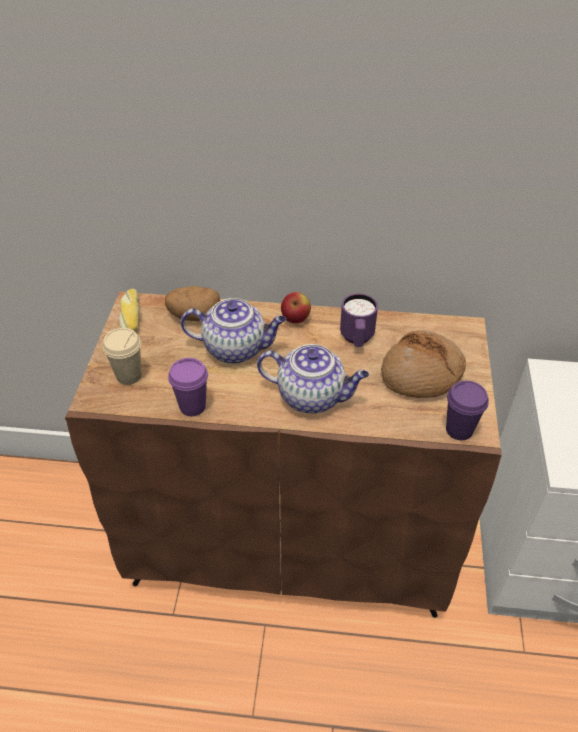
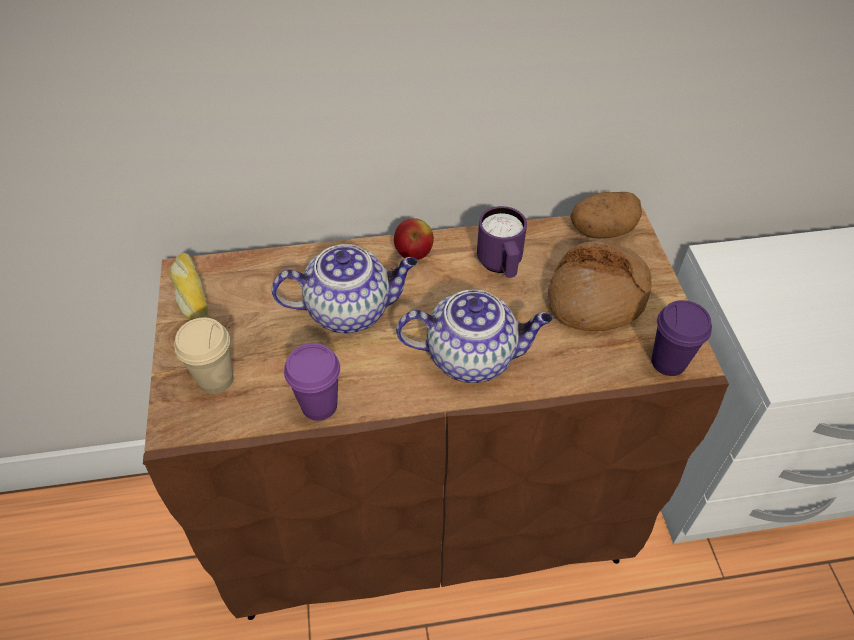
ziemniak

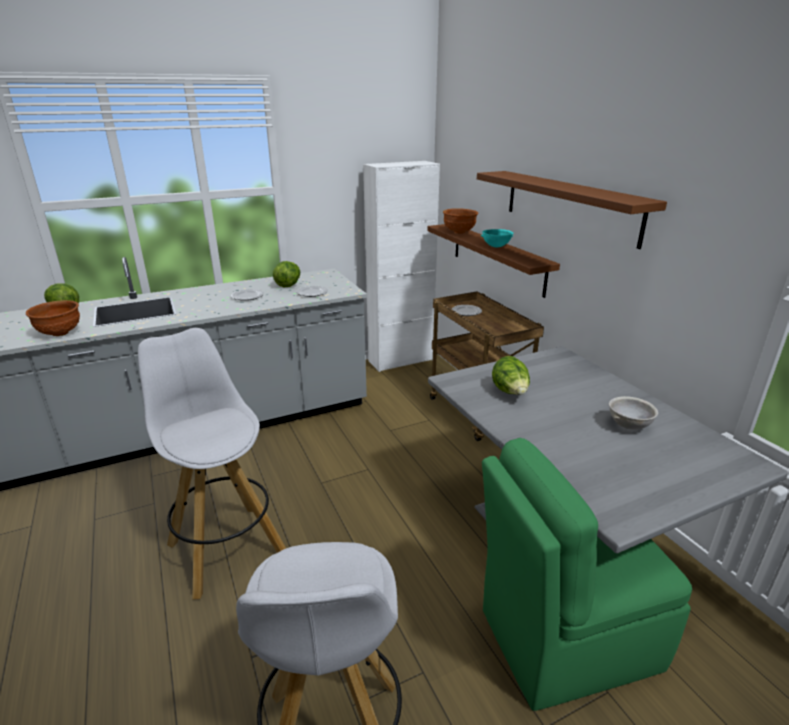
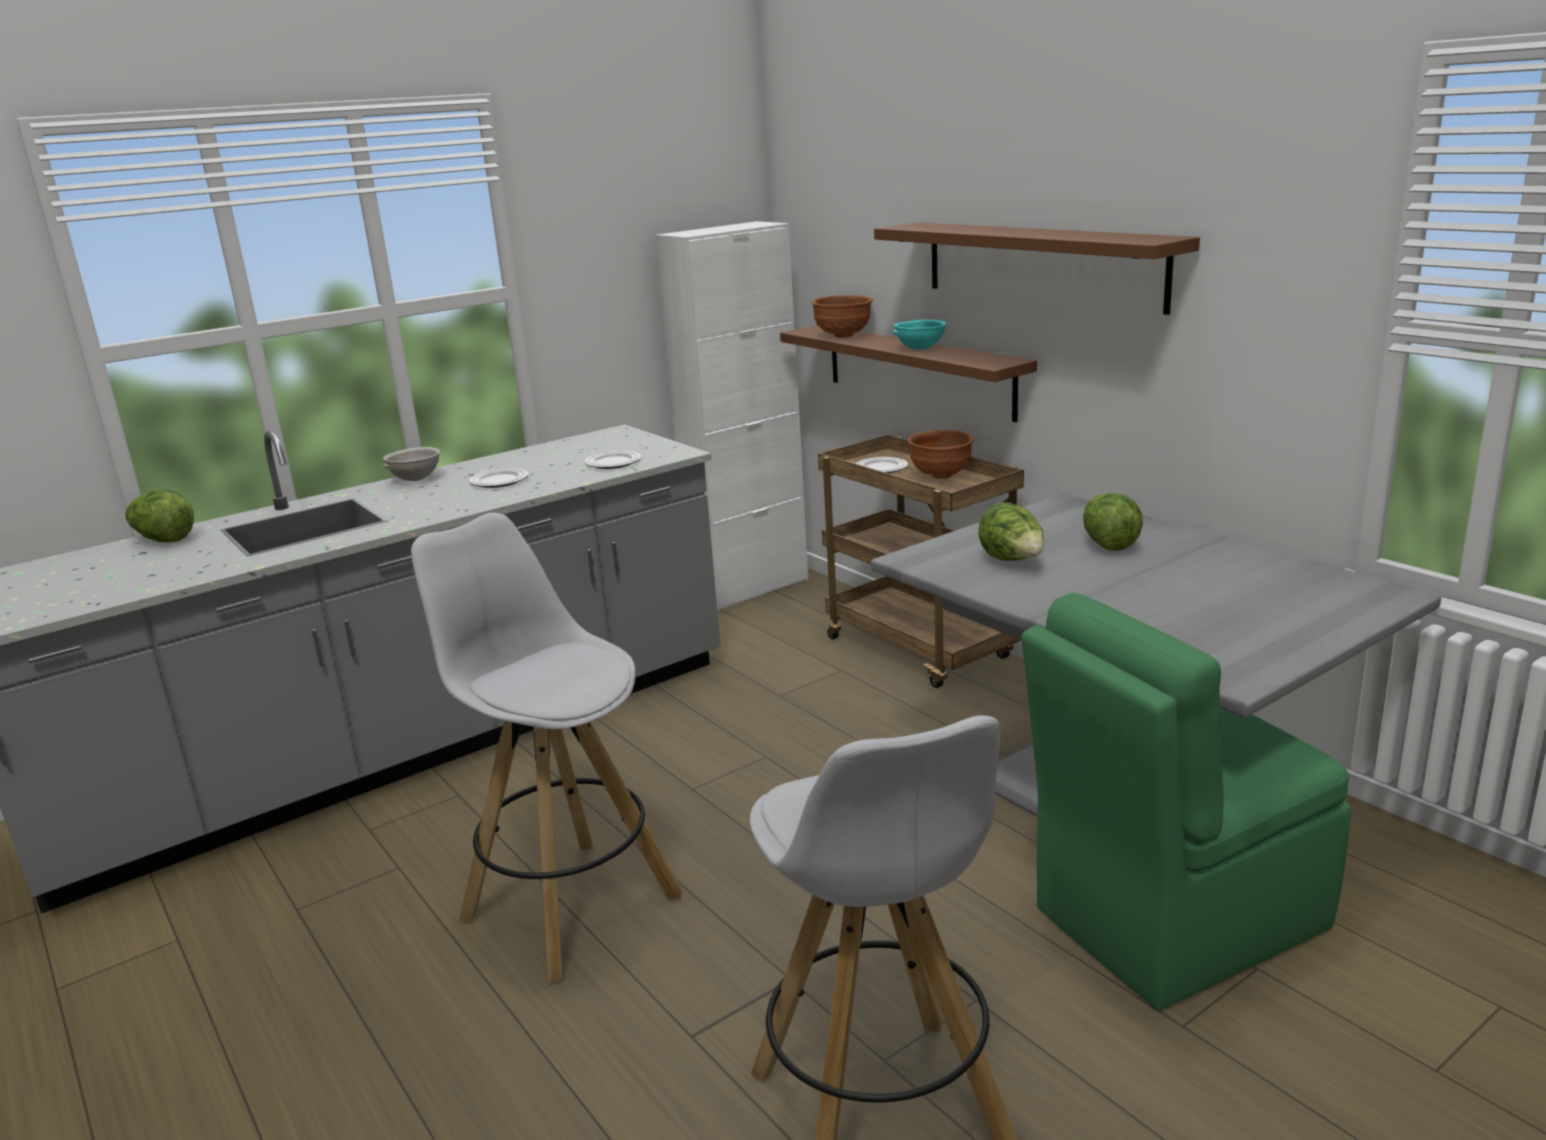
miska (brązowy) (2nd from left); sałata (3rd from left); miska (szary)

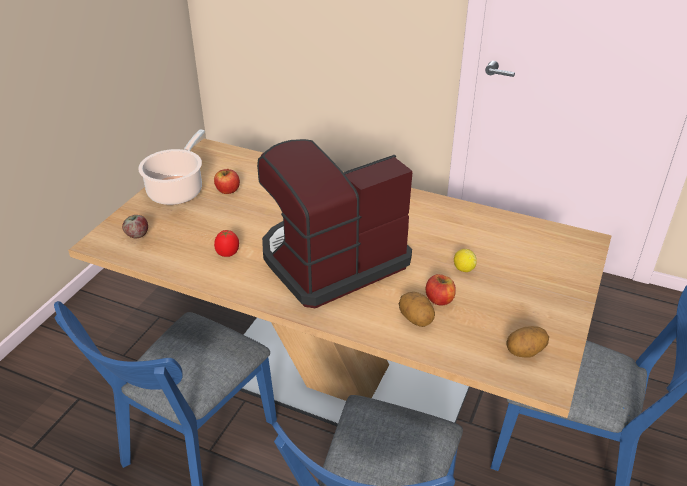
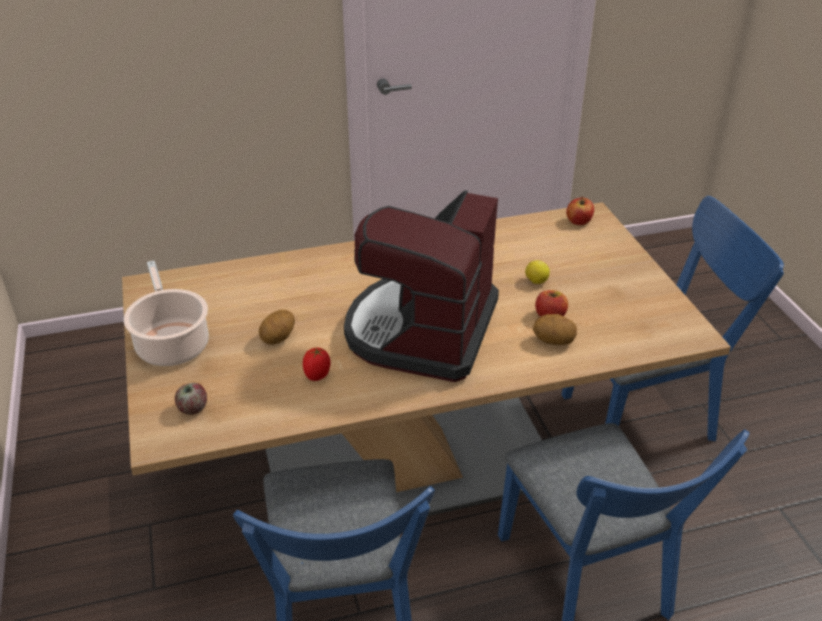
jabłko (3rd from left); ziemniak (1st from left)

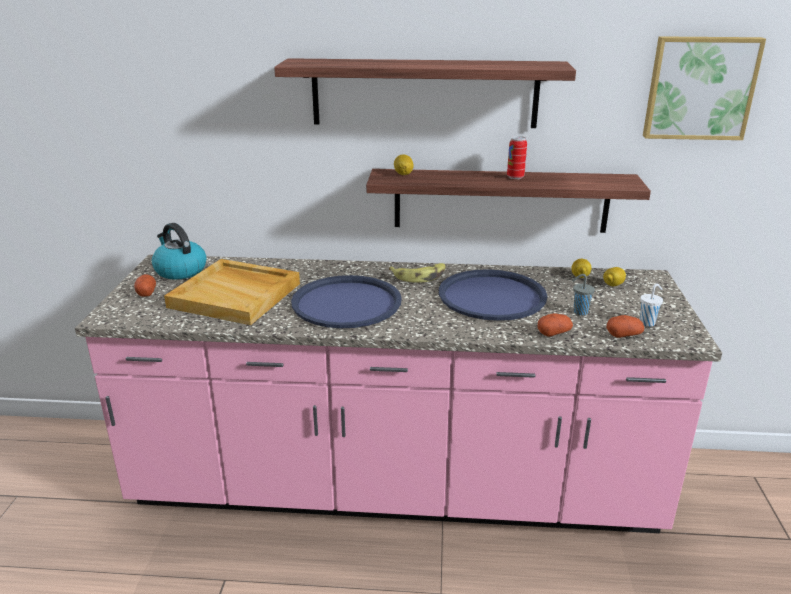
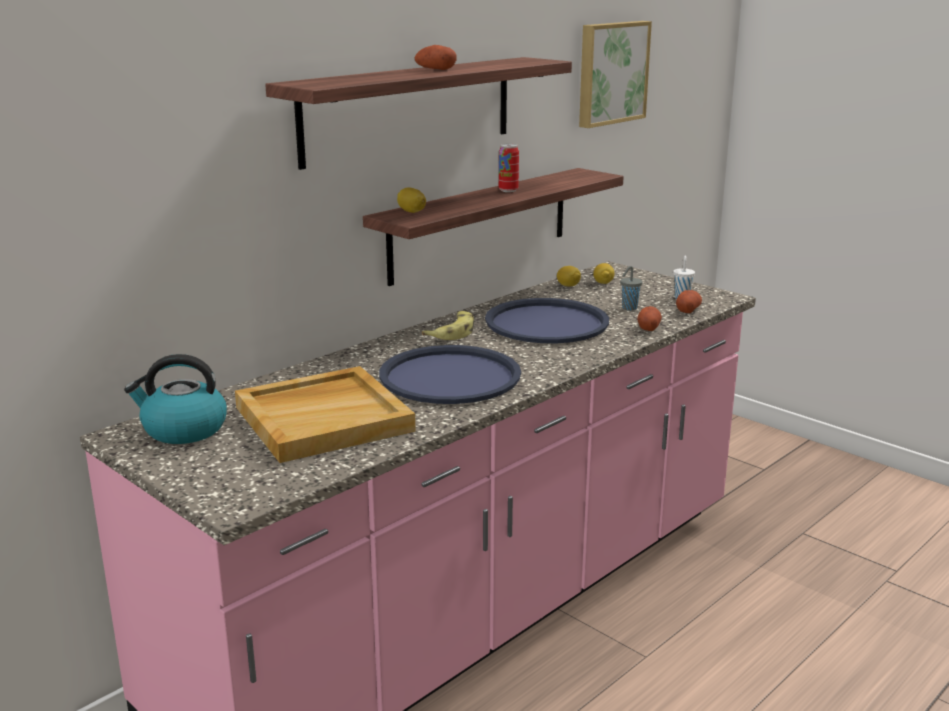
ziemniak (1st from left)

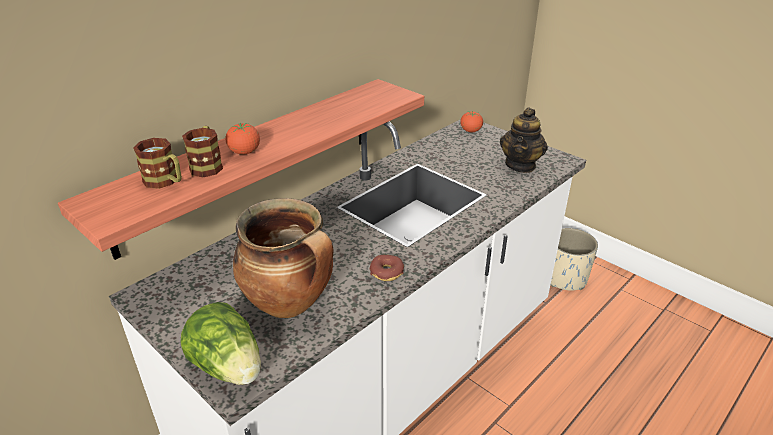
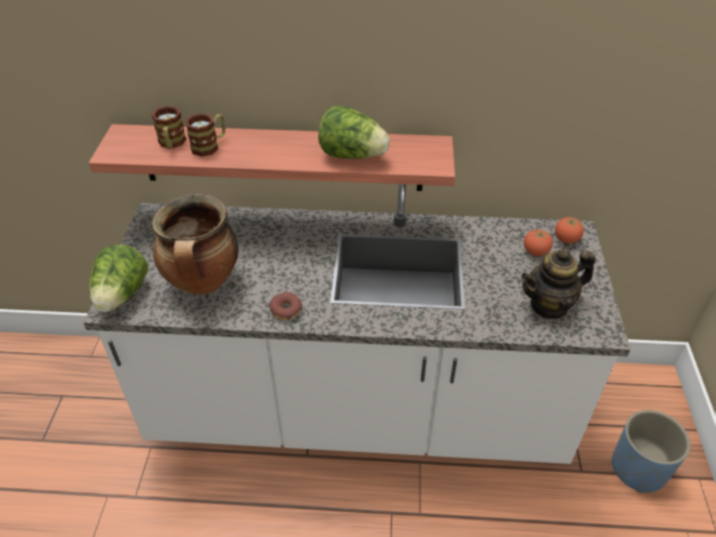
pomidor (1st from left); donica (niebieski); sałata (2nd from left)

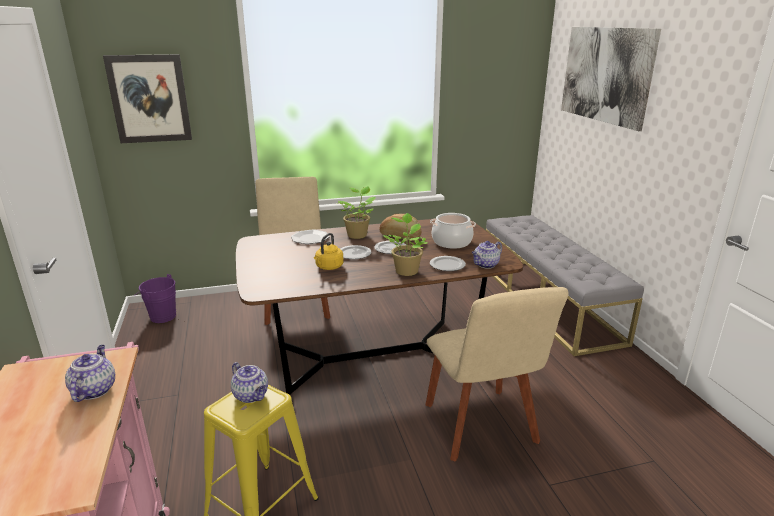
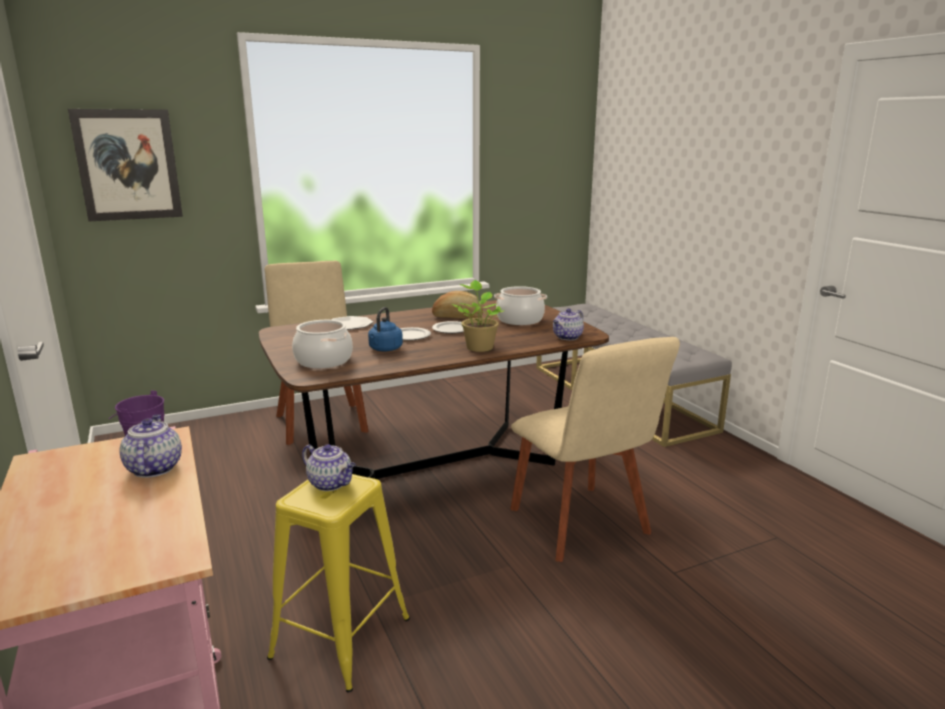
czajnik (niebieski); roślina doniczkowa (1st from left in the first image); talerz (4th from left in the first image); obraz (2nd from left in the first image); garnek (1st from left)

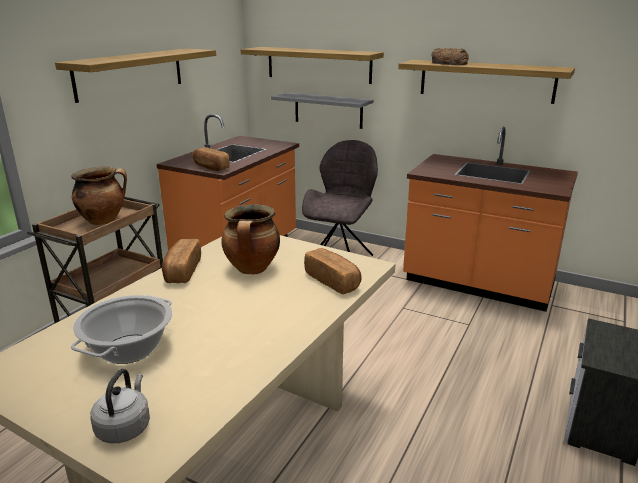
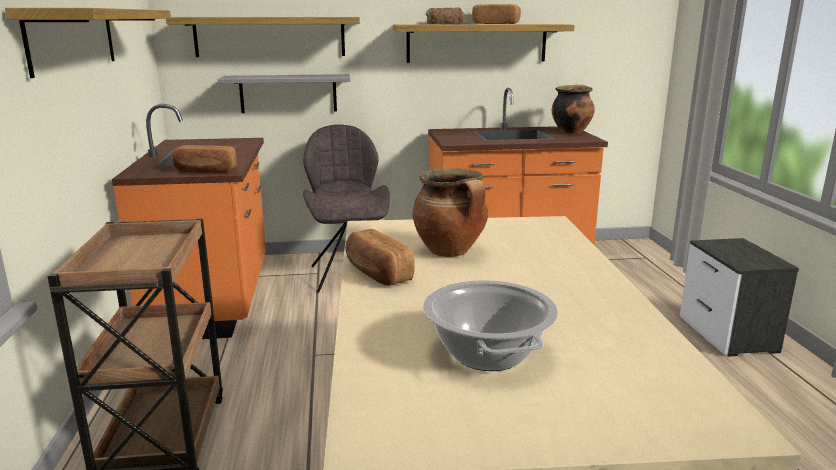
garnek (3rd from left); czajnik (szary); chleb (4th from left)

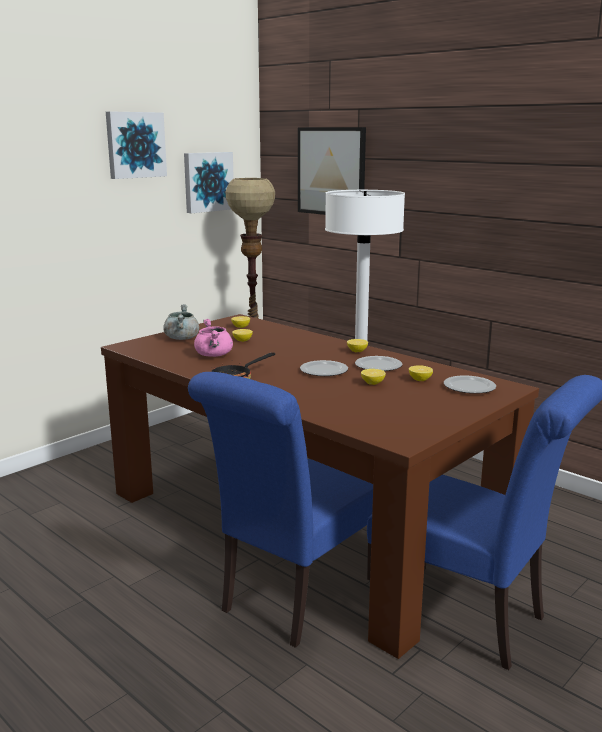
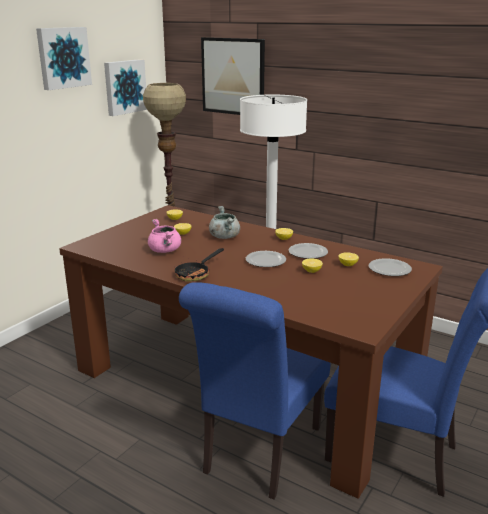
garnek (szary)

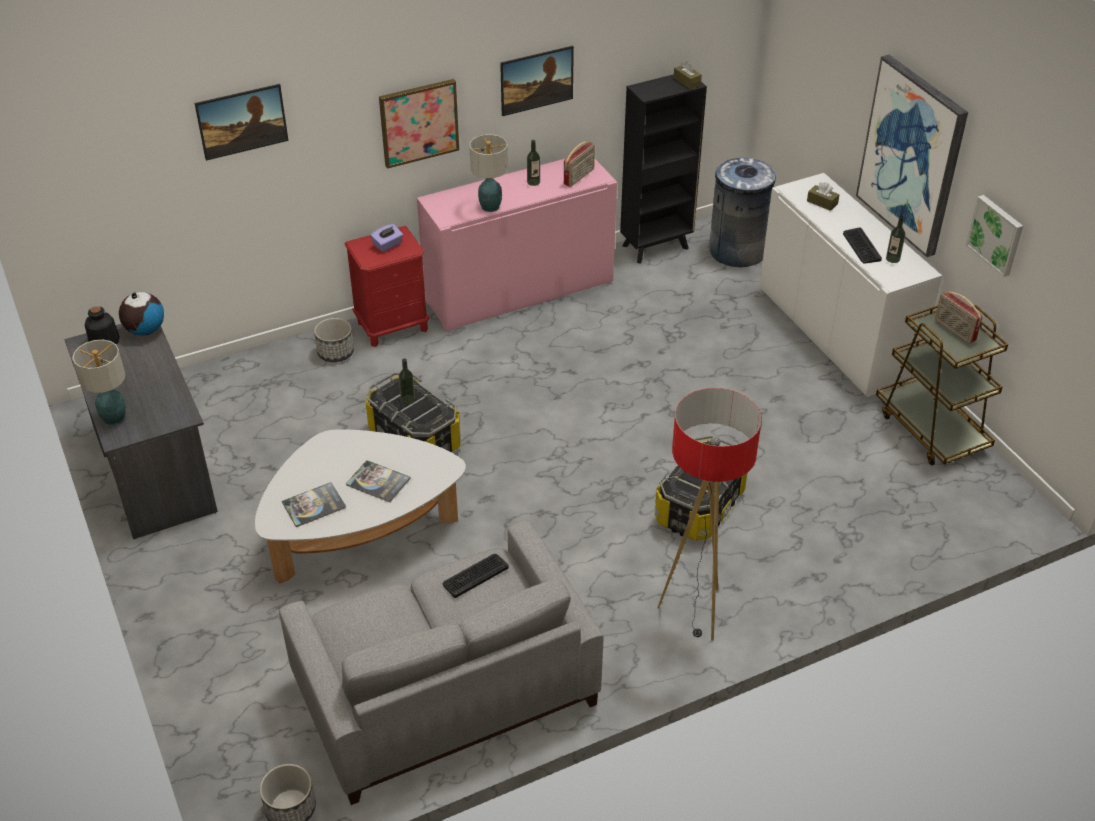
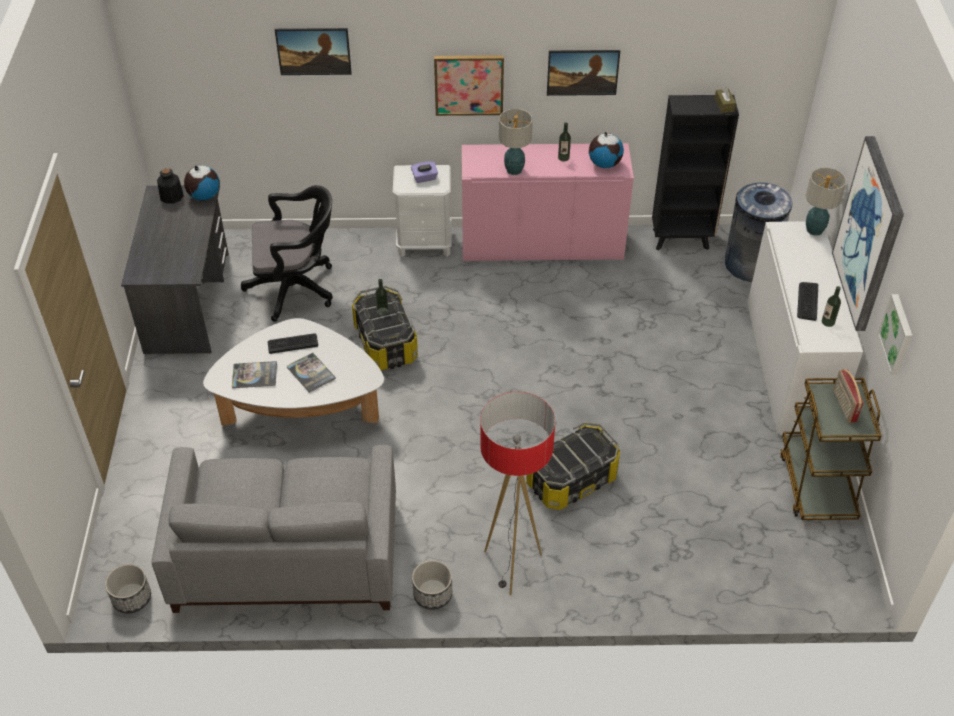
lampa stołowa (2nd from left); donica (2nd from left); szafka nocna (biały); klawiatura (1st from left); globus (2nd from left); pudełko chusteczek (brązowy) (2nd from left in the first image); krzesło biurowe (czarny)

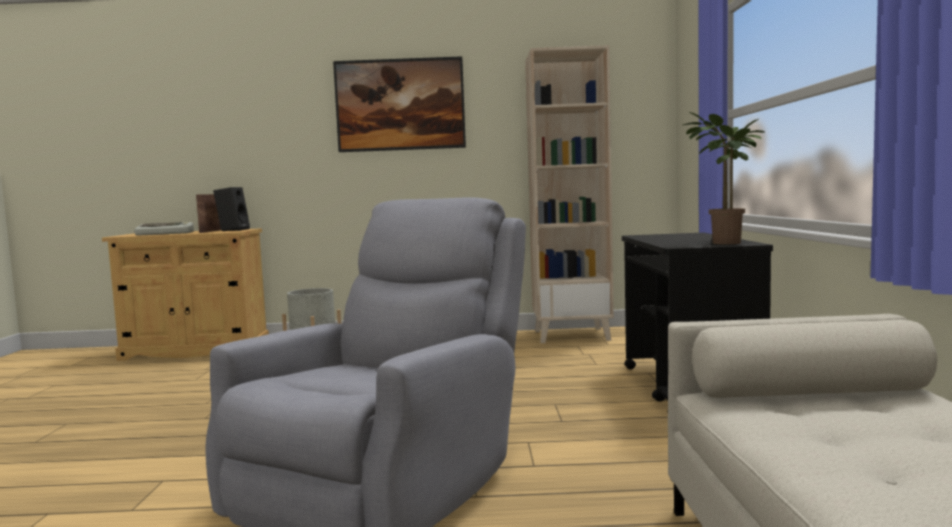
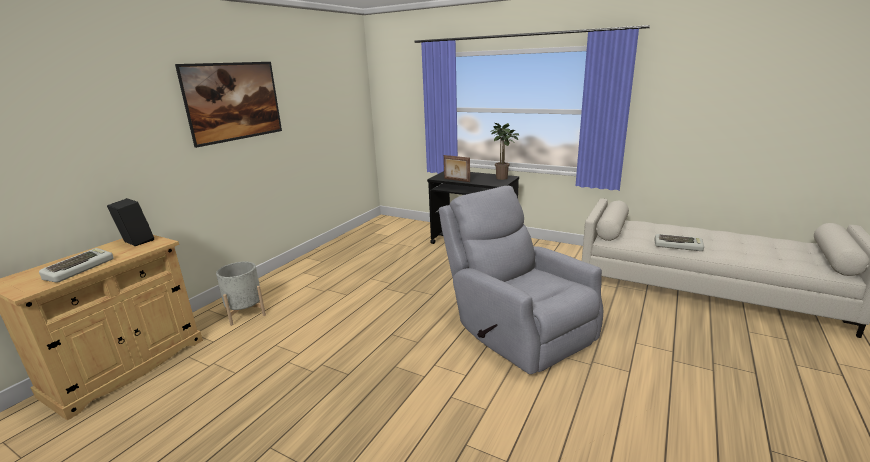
ramka na zdjęcie; regał (beżowy); klawiatura (2nd from left)

